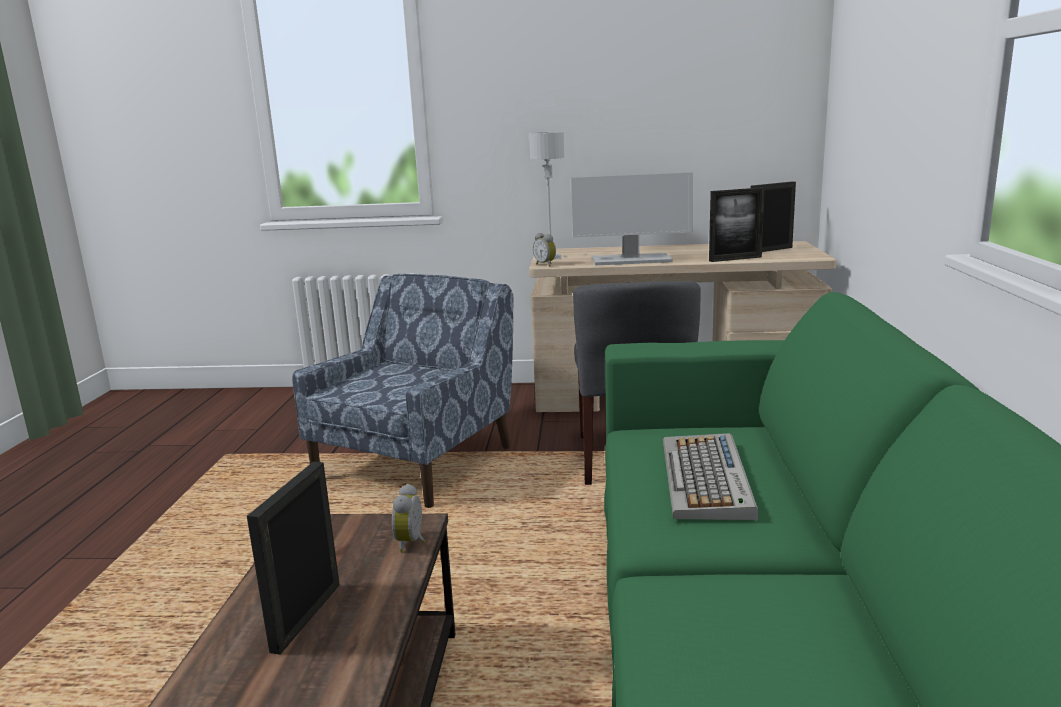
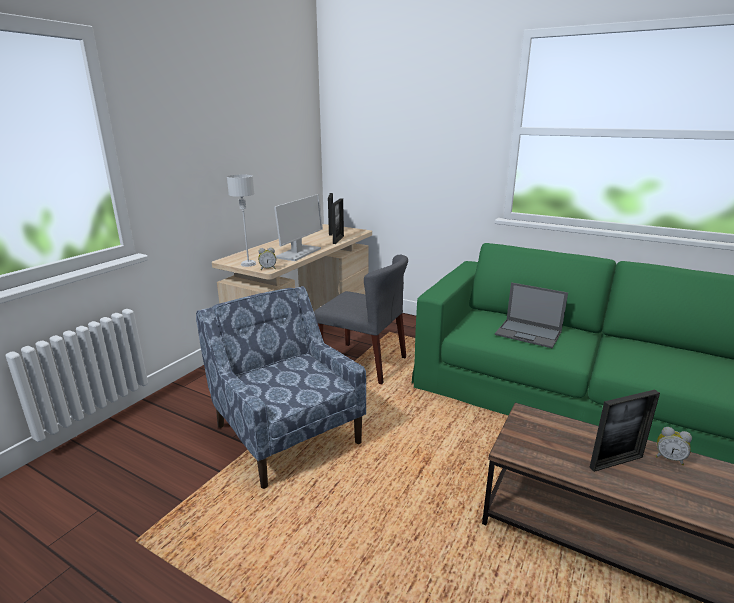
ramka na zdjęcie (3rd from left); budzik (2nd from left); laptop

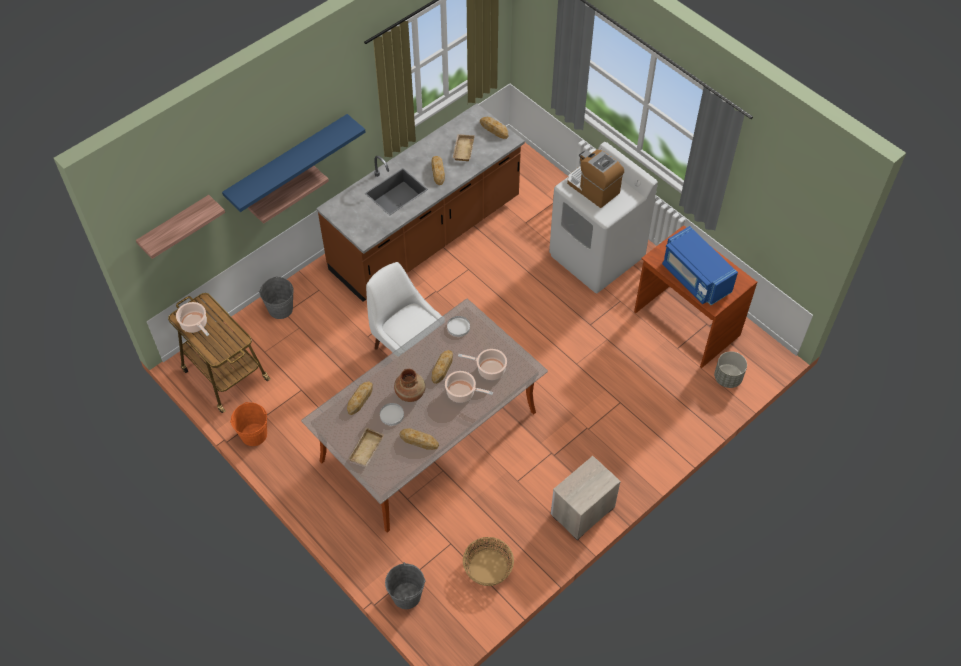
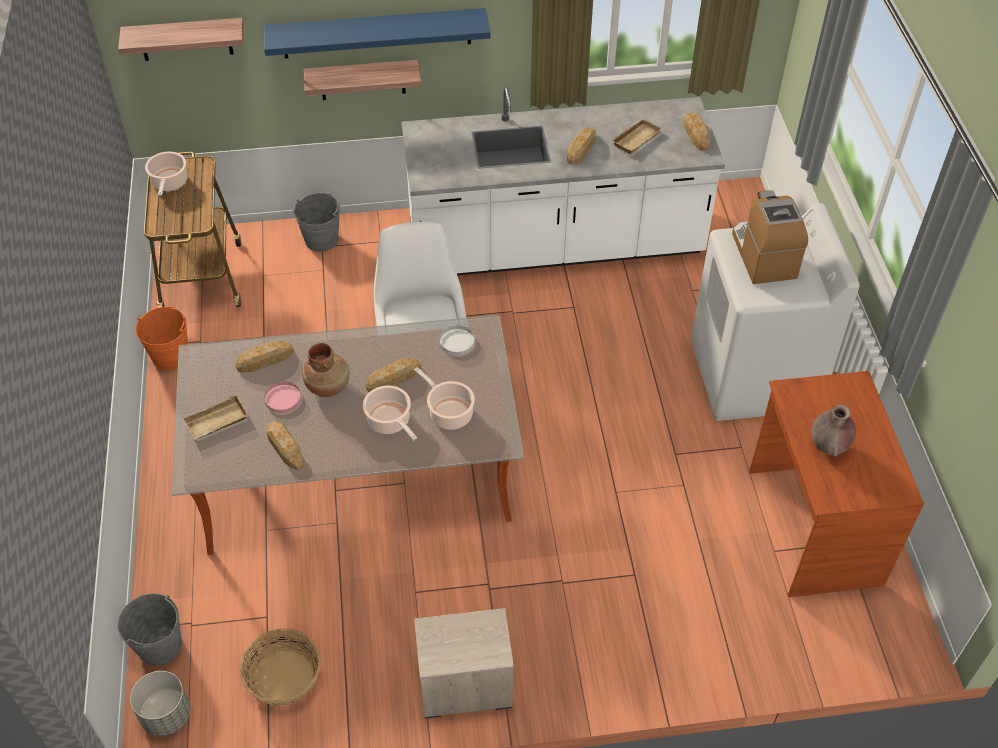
zabudowa kuchenna (biały); talerz (różowy); wazon (brązowy) (2nd from left); donica (szary)

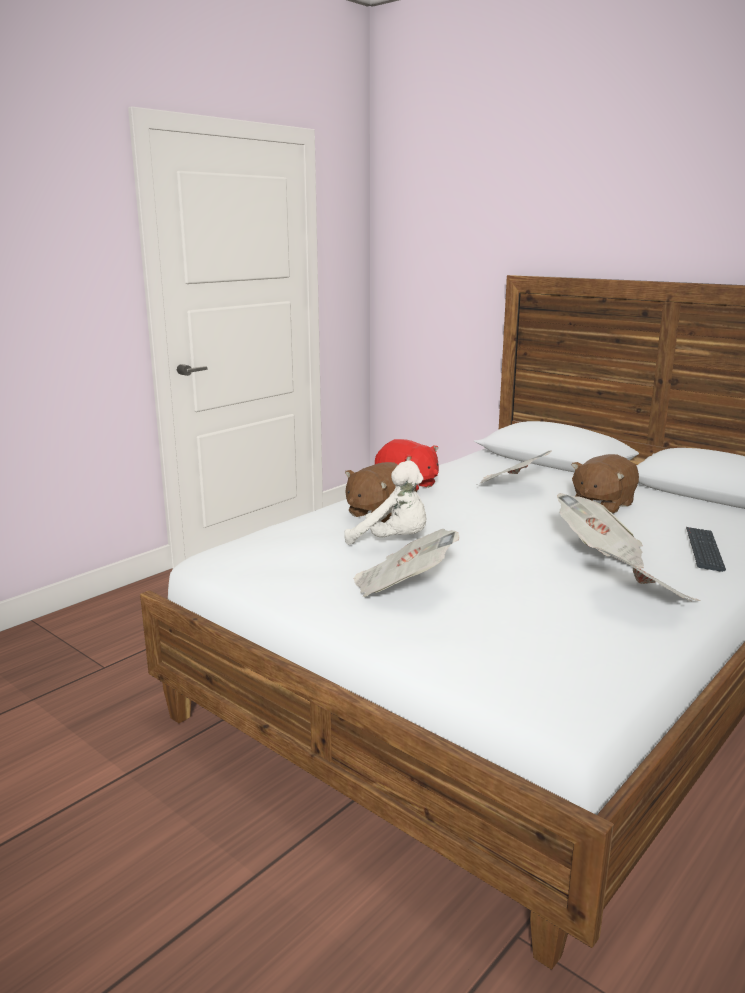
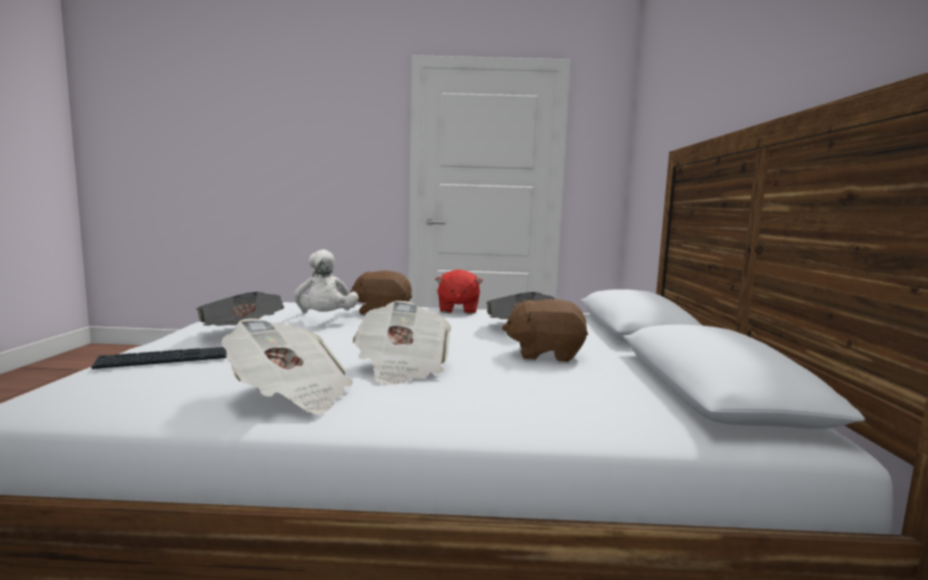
klawiatura

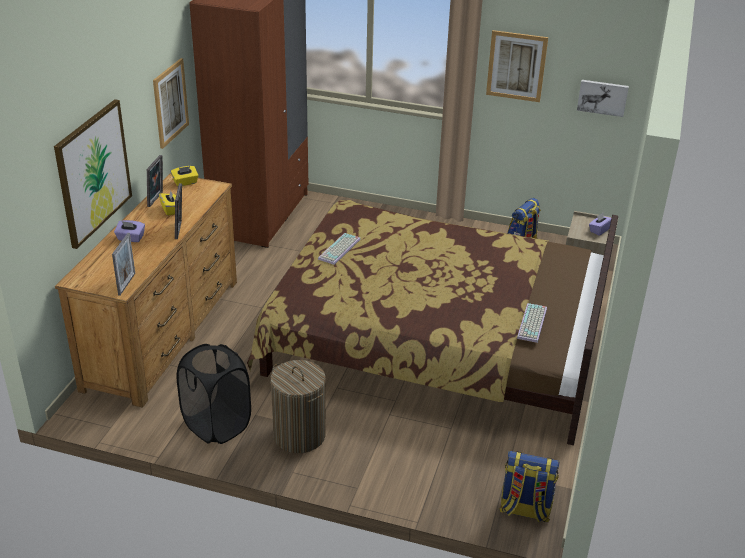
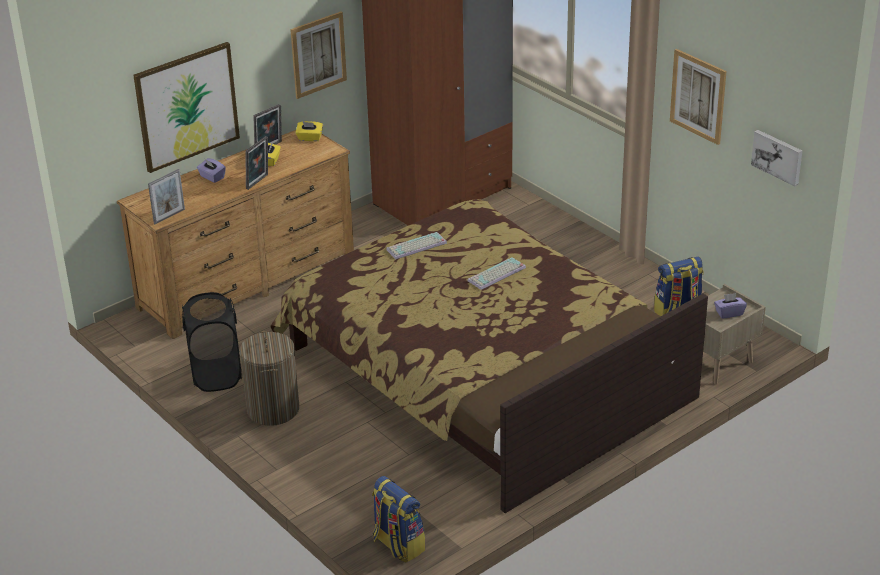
klawiatura (2nd from left)

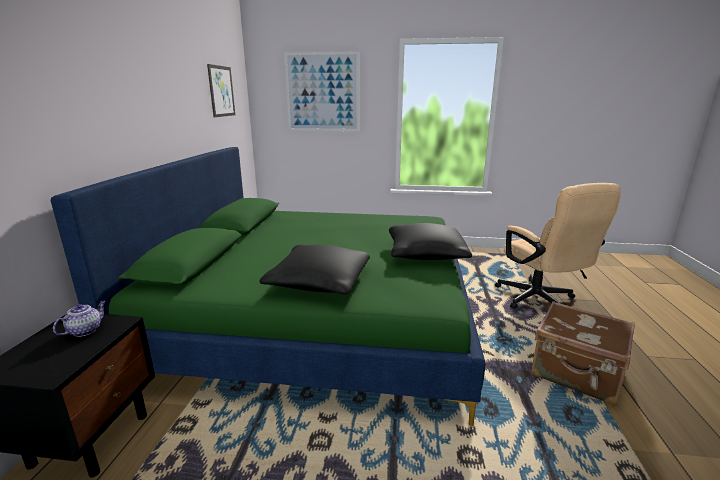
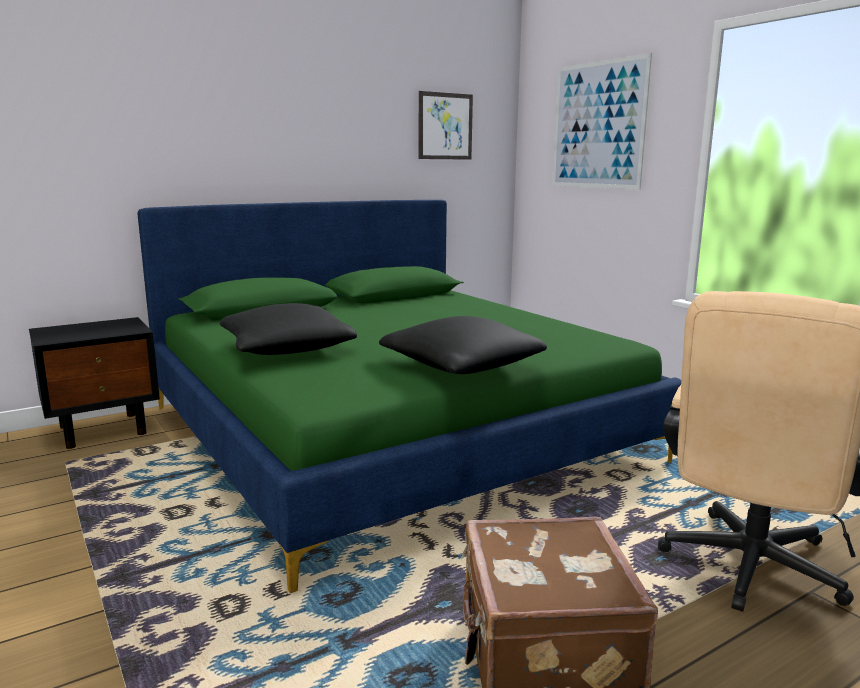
imbryk

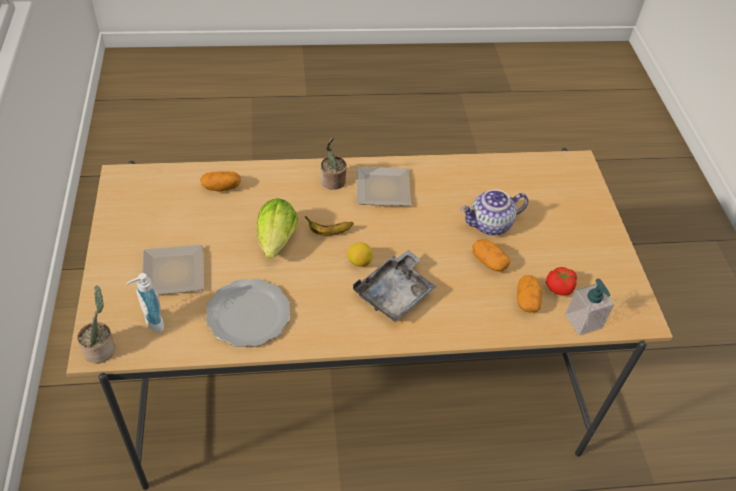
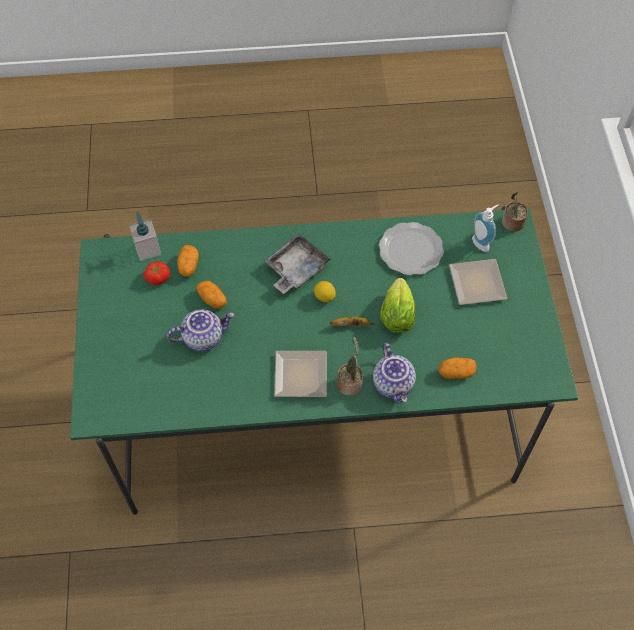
stół jadalny (zielony); imbryk (2nd from left)

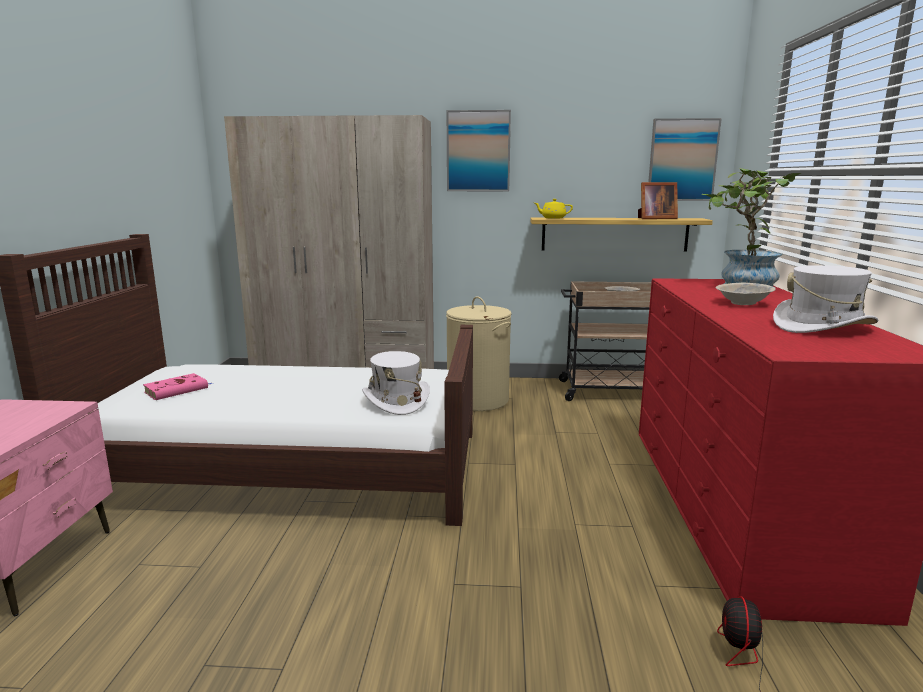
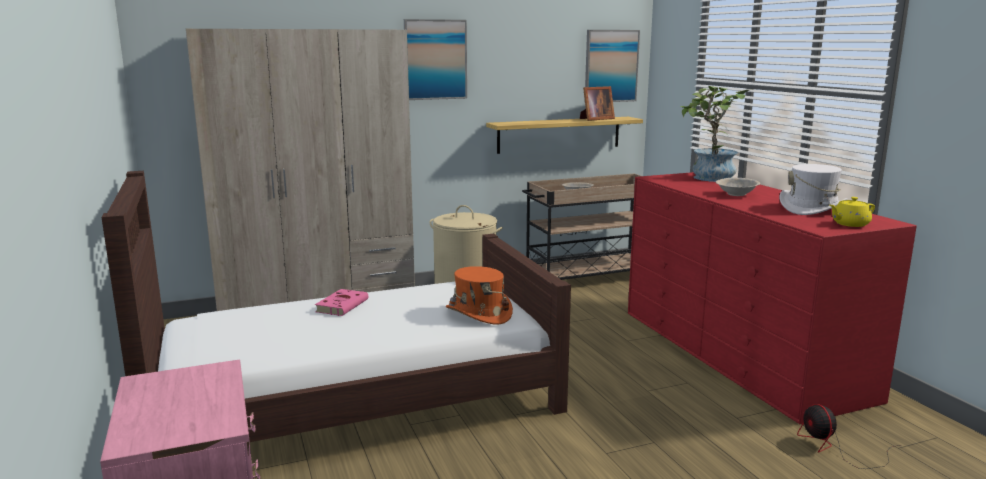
książka (różowy); kapelusz (pomarańczowy); imbryk (żółty)

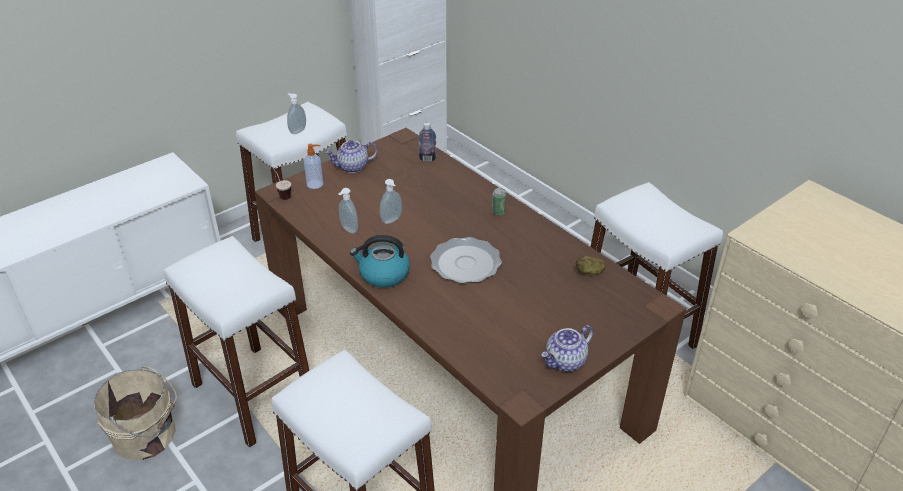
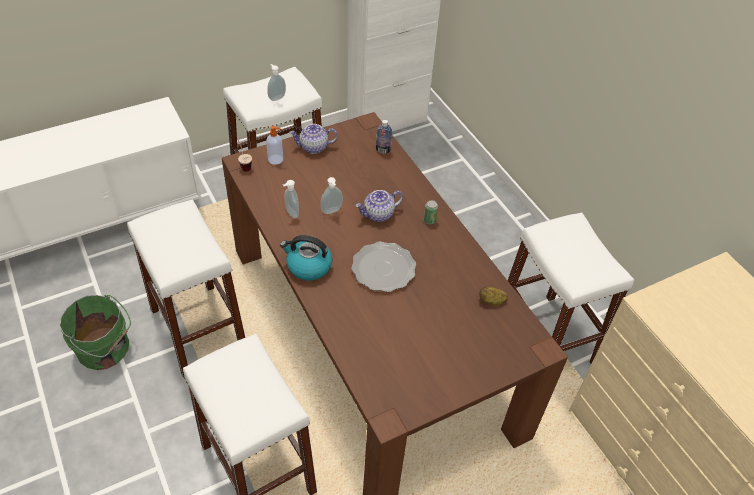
wiadro (zielony); imbryk (2nd from left)

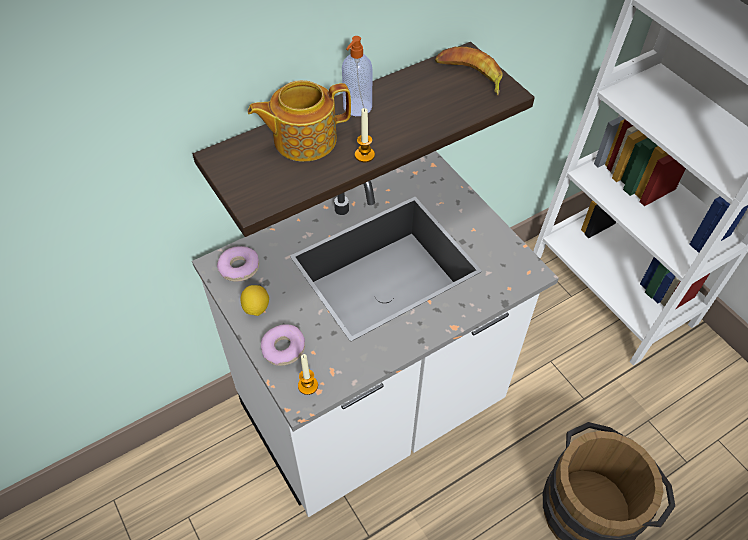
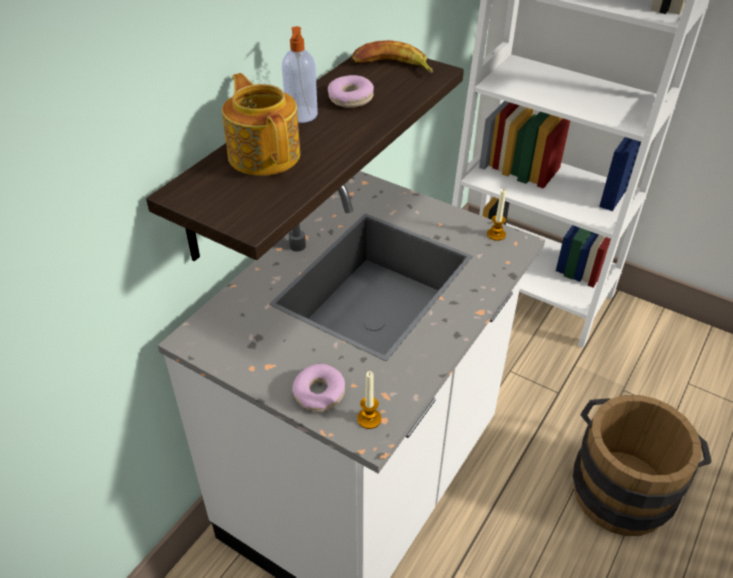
donut (2nd from left); cytryna; imbryk; świeca (2nd from left)

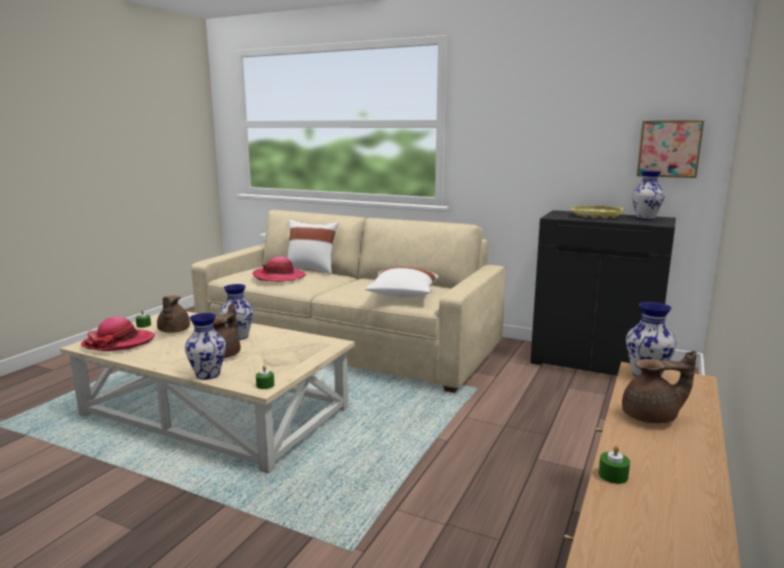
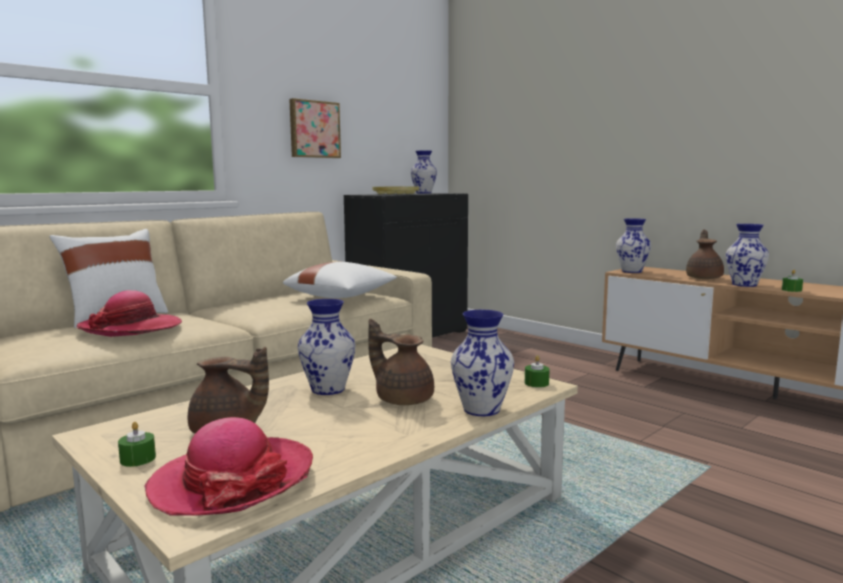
obraz; wazon (5th from left)

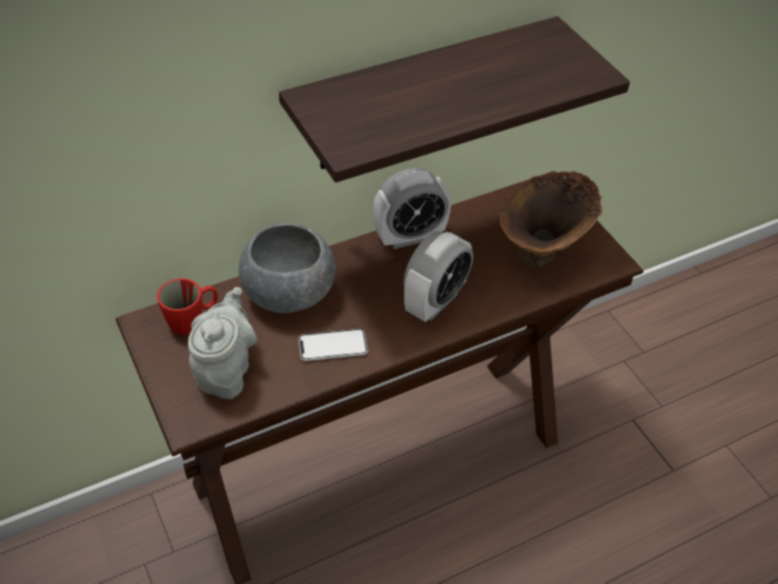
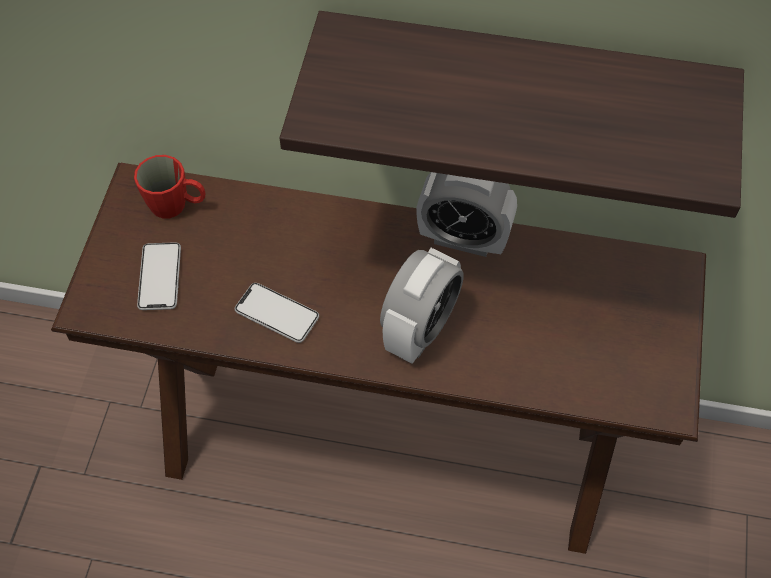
telefon (1st from left); miska (szary); budzik (1st from left); wazon (brązowy)

